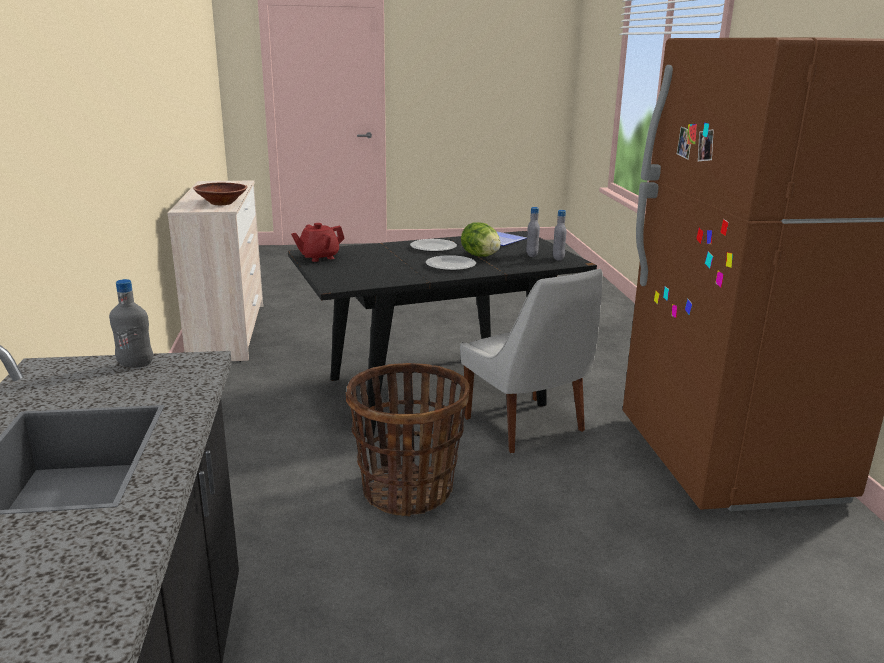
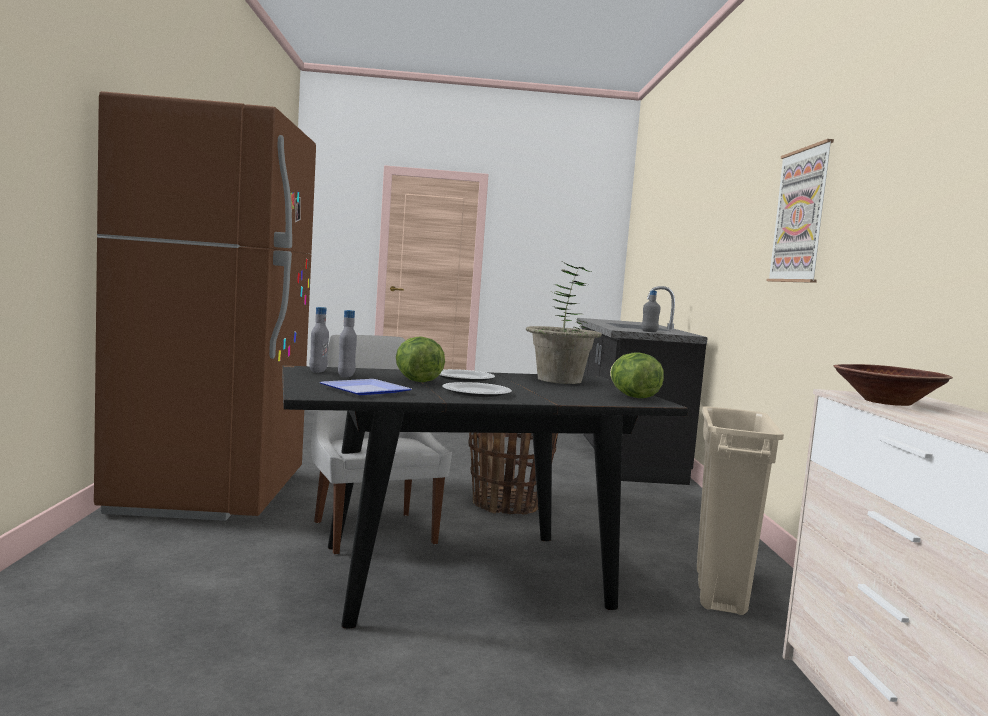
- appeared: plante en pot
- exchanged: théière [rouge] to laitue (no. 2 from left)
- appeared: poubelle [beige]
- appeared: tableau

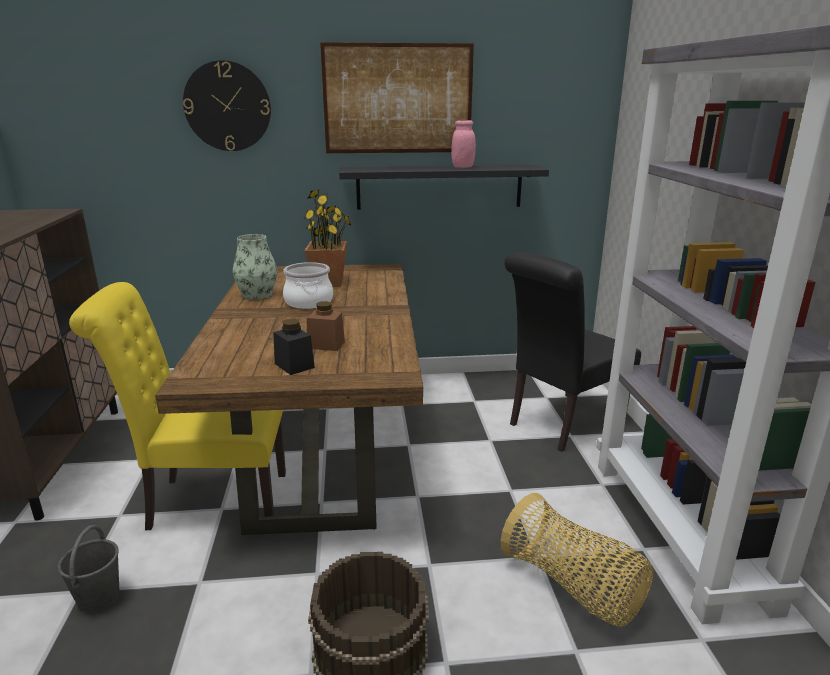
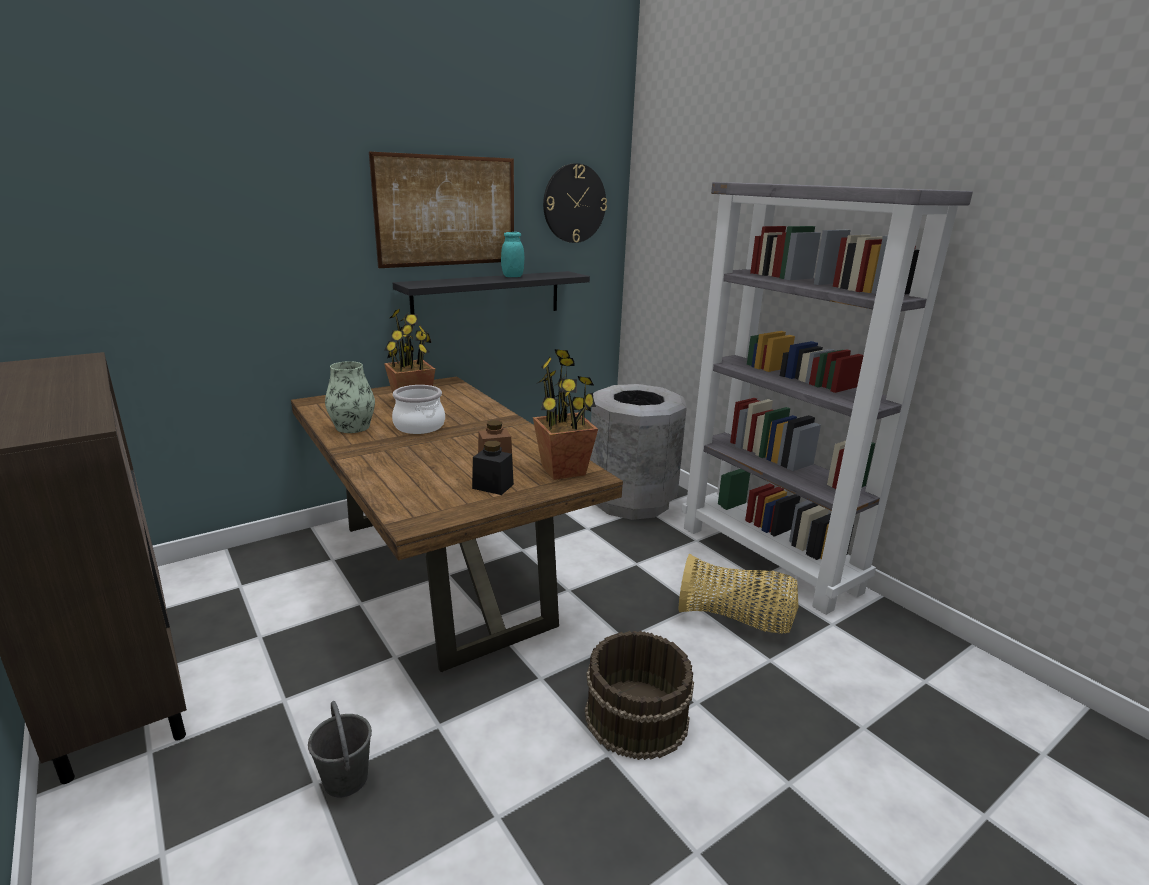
- colour: bocal [rose] to bocal [turquoise]
- appeared: plante en pot (no. 2 from left)
- relocated: horloge murale
- exchanged: chaise [noir] to poubelle [gris]
- missing: chaise [jaune]

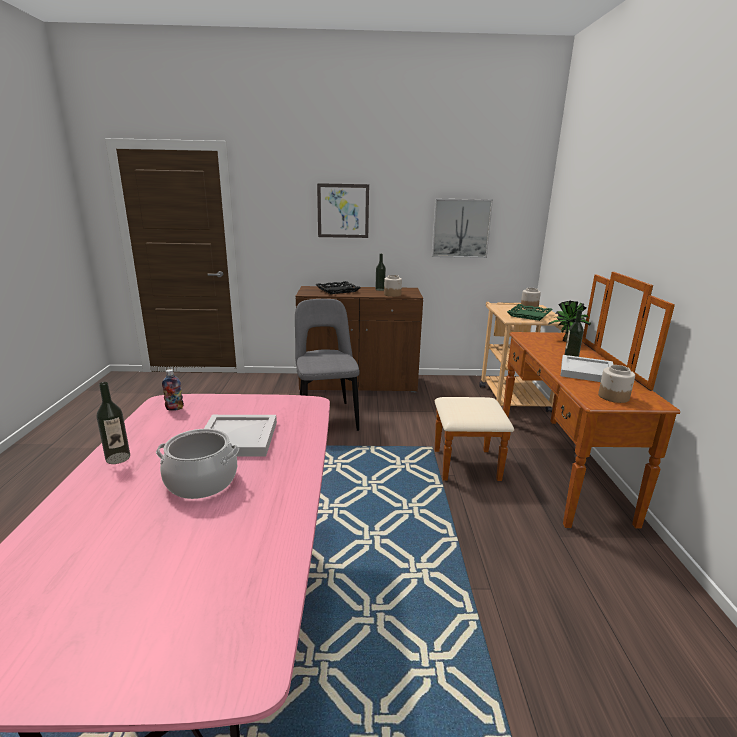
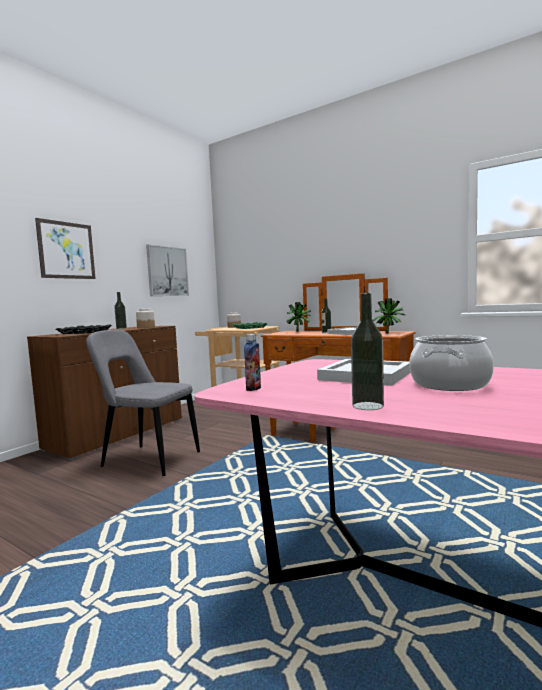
- exchanged: bocal (no. 3 from left) to plante en pot (no. 2 from left)

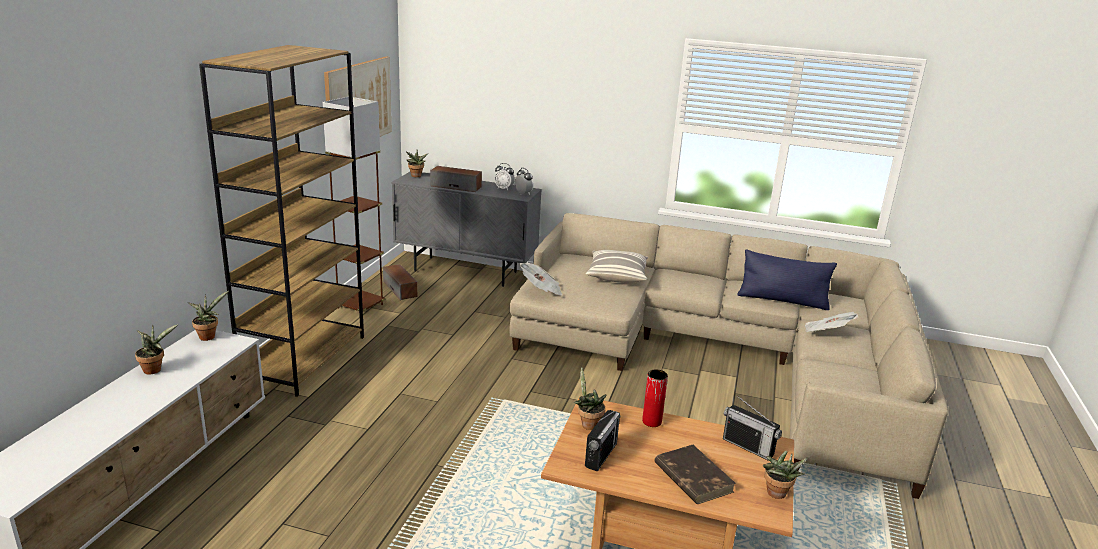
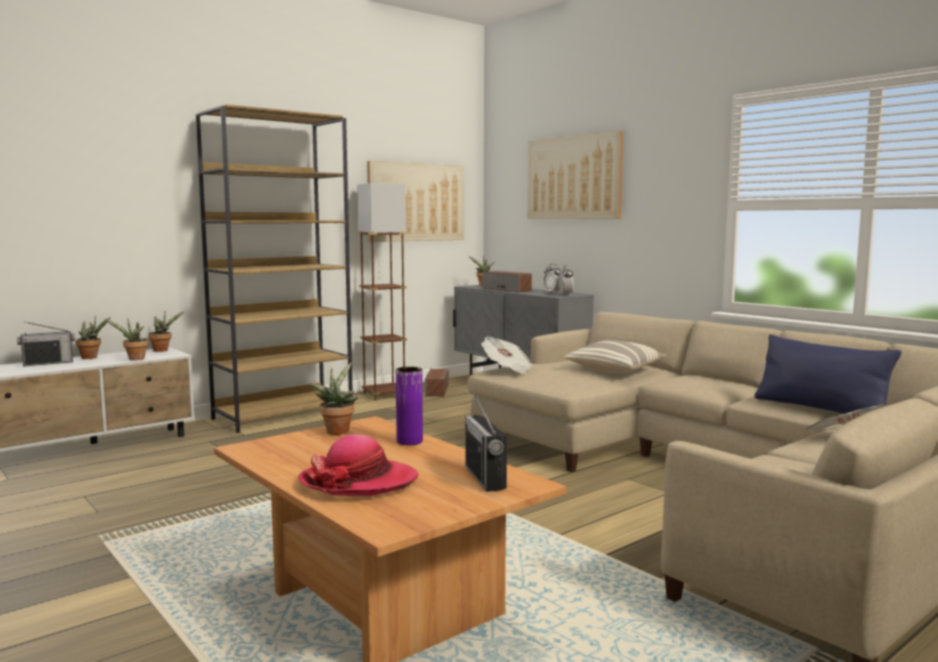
- relocated: radio (no. 1 from left)
- relocated: plante en pot (no. 5 from left in the first image) to plante en pot (no. 2 from left)
- exchanged: livre [marron] to chapeau
- colour: vase [rouge] to vase [violet]
- appeared: tableau (no. 2 from left)

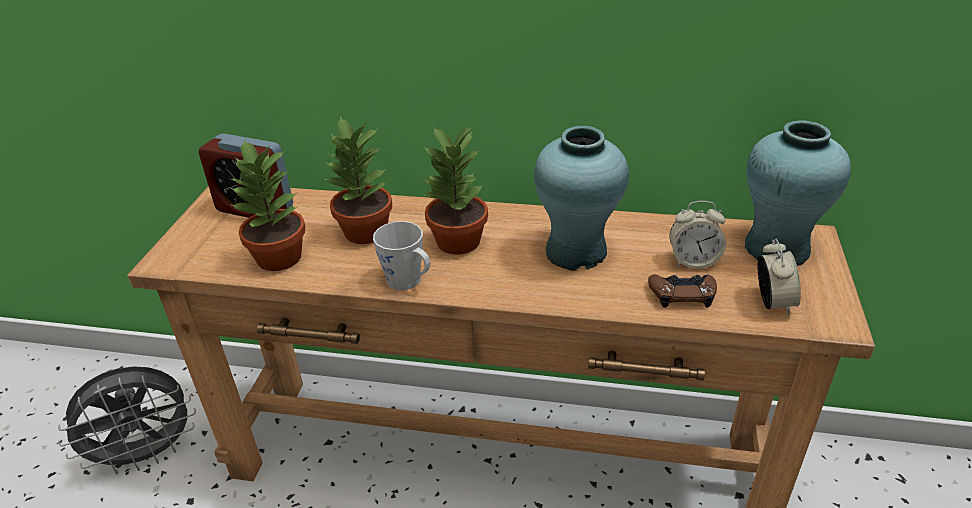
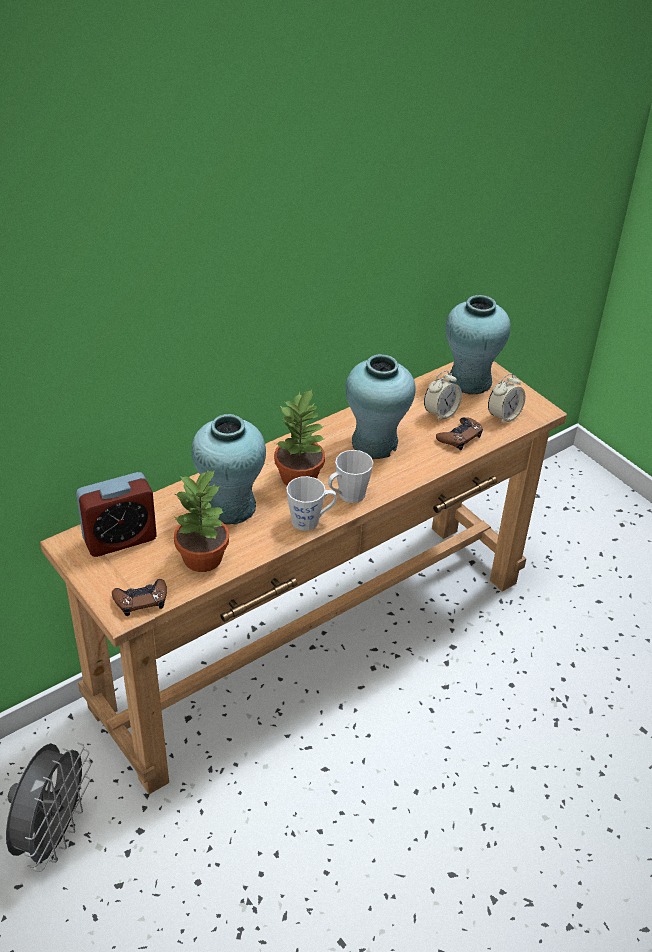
- appeared: manette [marron] (no. 1 from left)
- exchanged: plante en pot (no. 2 from left) to vase [turquoise] (no. 1 from left)
- appeared: mug [gris] (no. 2 from left)
- spun: réveil (no. 3 from left) 90 degrees clockwise

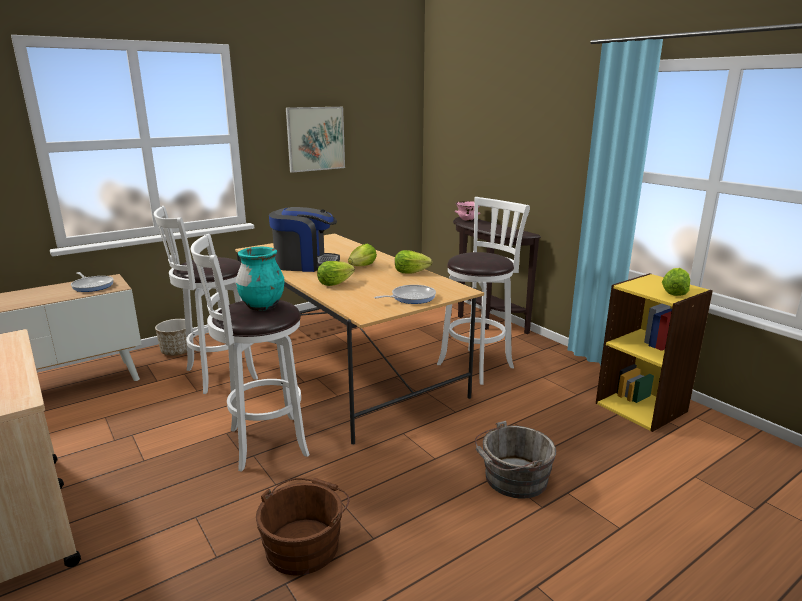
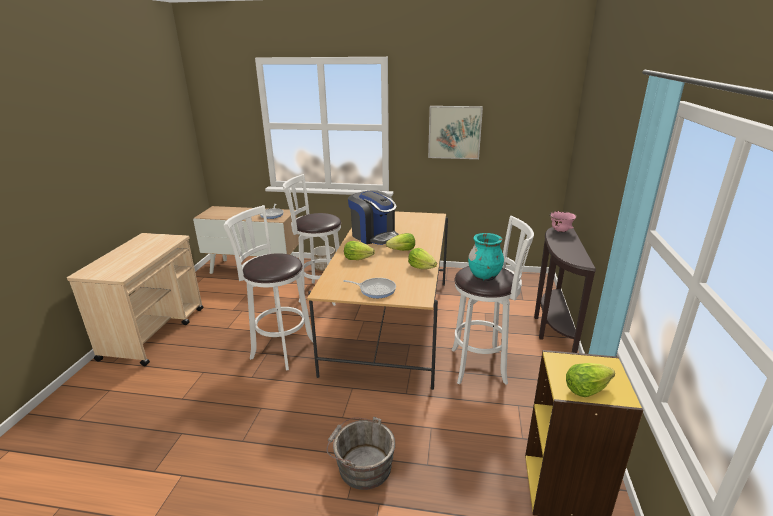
- relocated: vase [turquoise]
- missing: seau [marron]

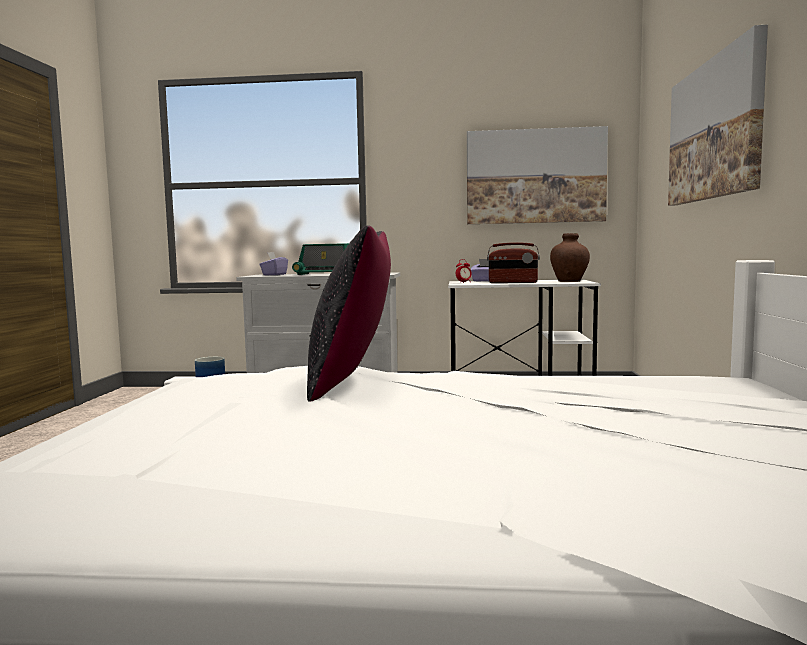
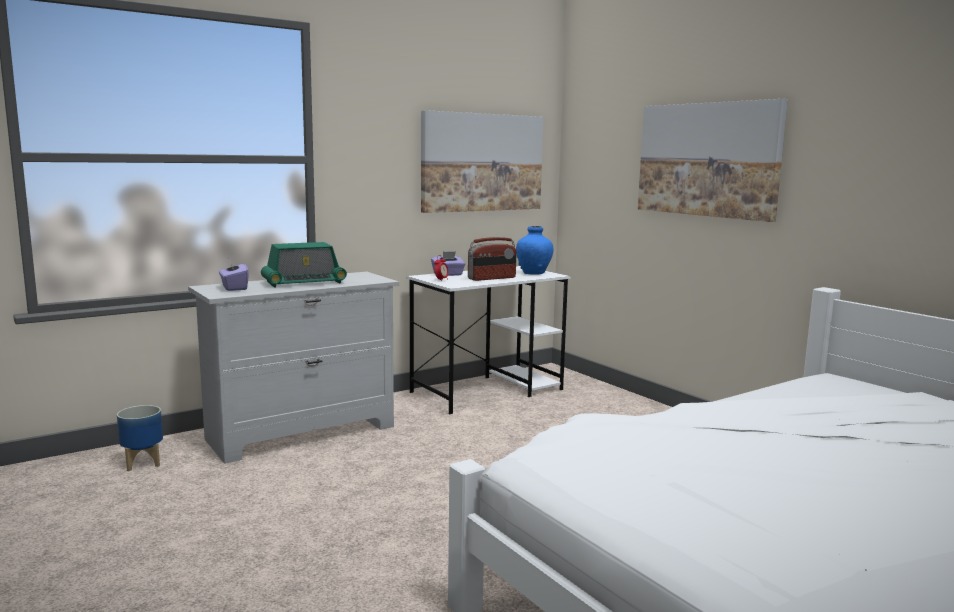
- colour: vase [marron] to vase [bleu]
- missing: coussin [noir]

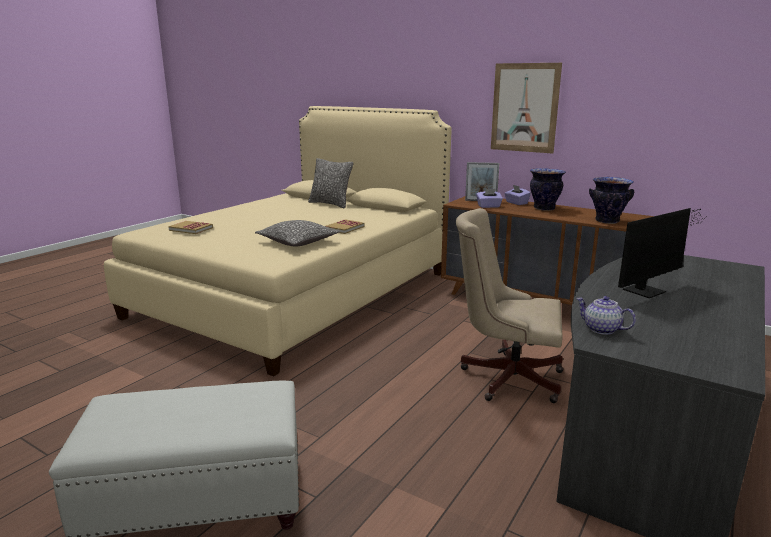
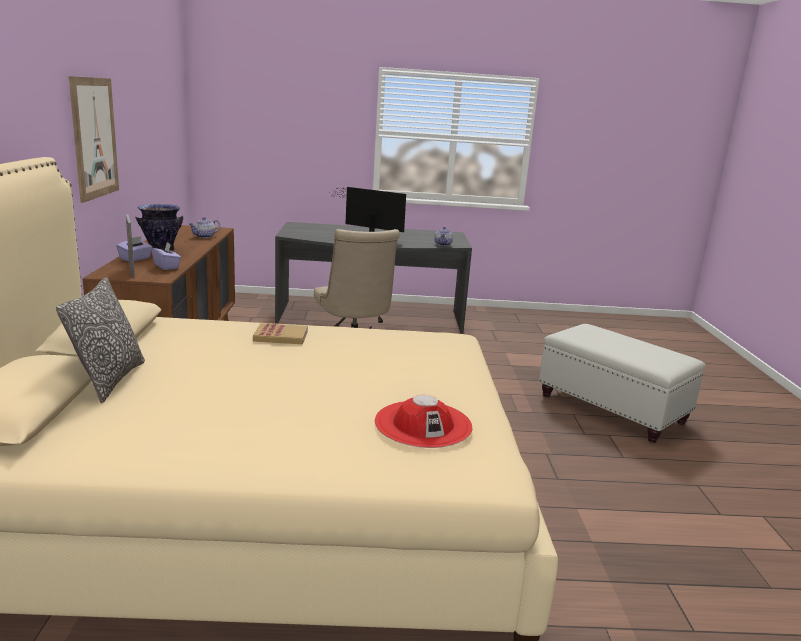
- exchanged: vase (no. 2 from left) to théière (no. 1 from left)
- exchanged: livre (no. 1 from left) to chapeau [rouge]
- missing: coussin (no. 1 from left)

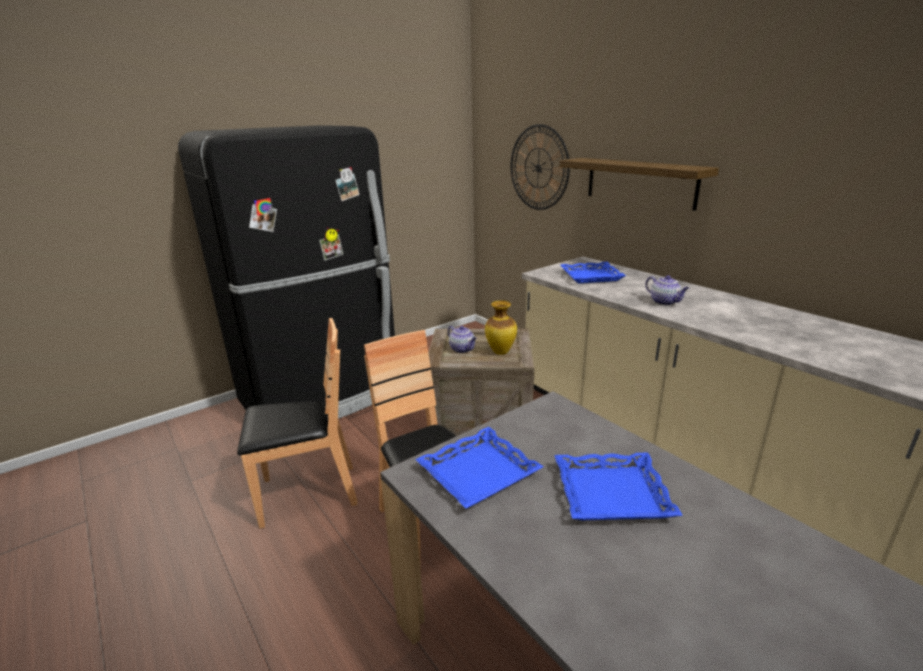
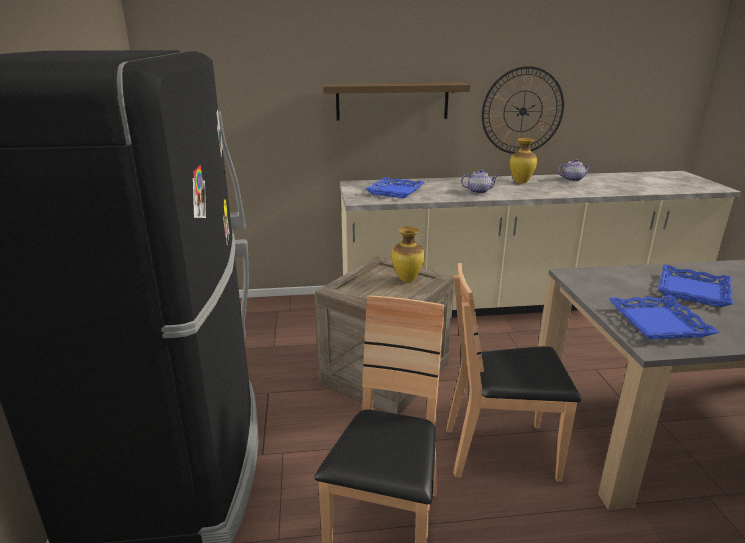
- relocated: horloge murale
- appeared: vase (no. 2 from left)
- relocated: théière (no. 1 from left in the first image) to théière (no. 2 from left)

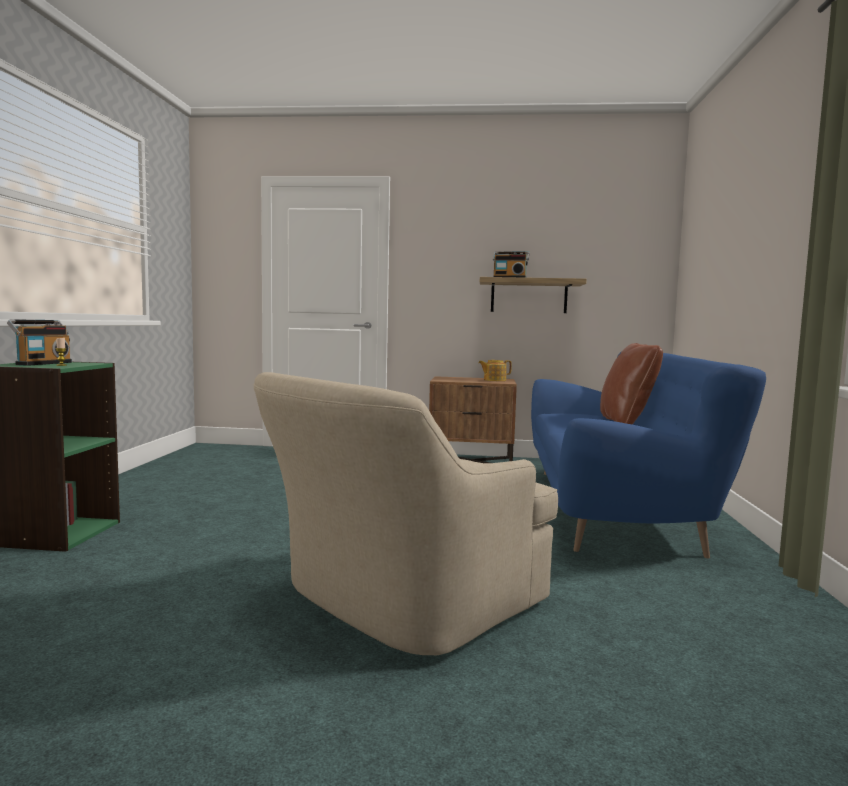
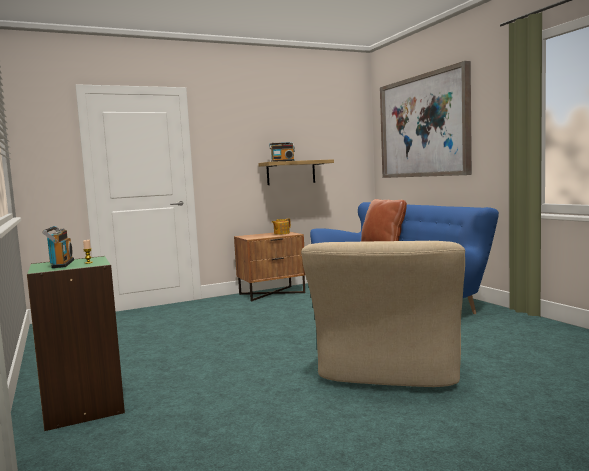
- appeared: tableau

